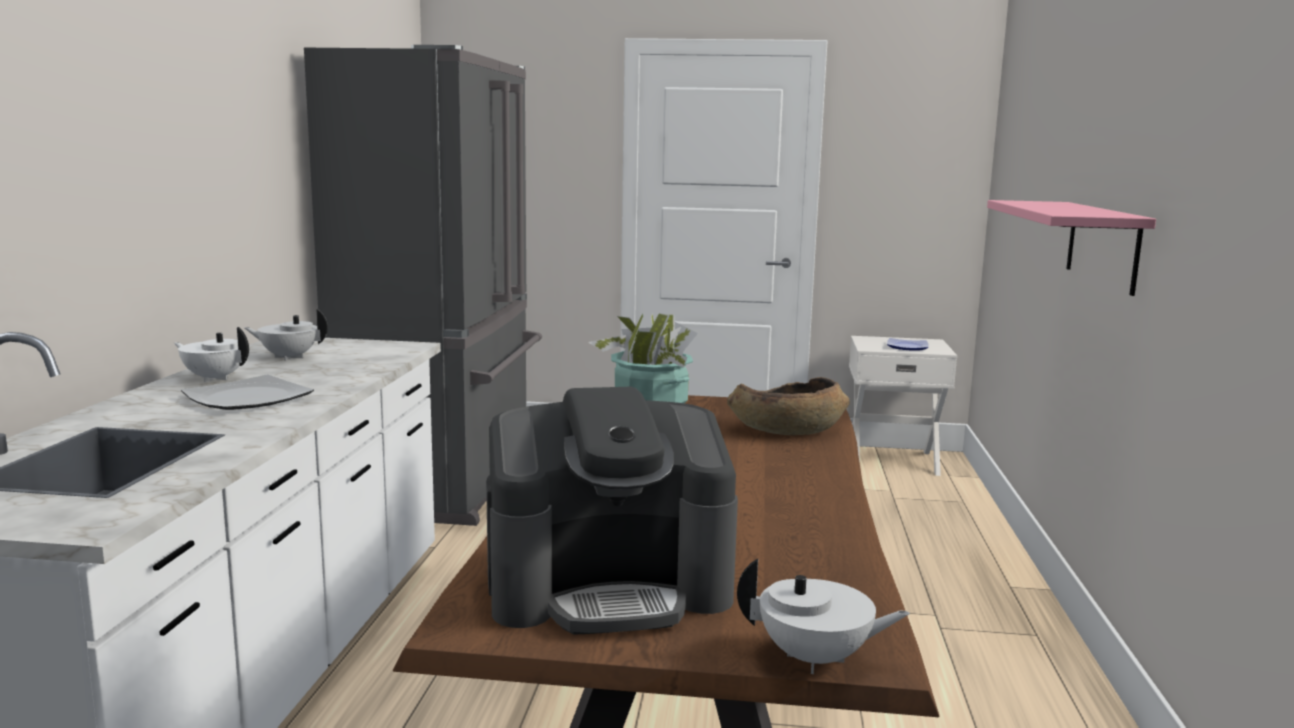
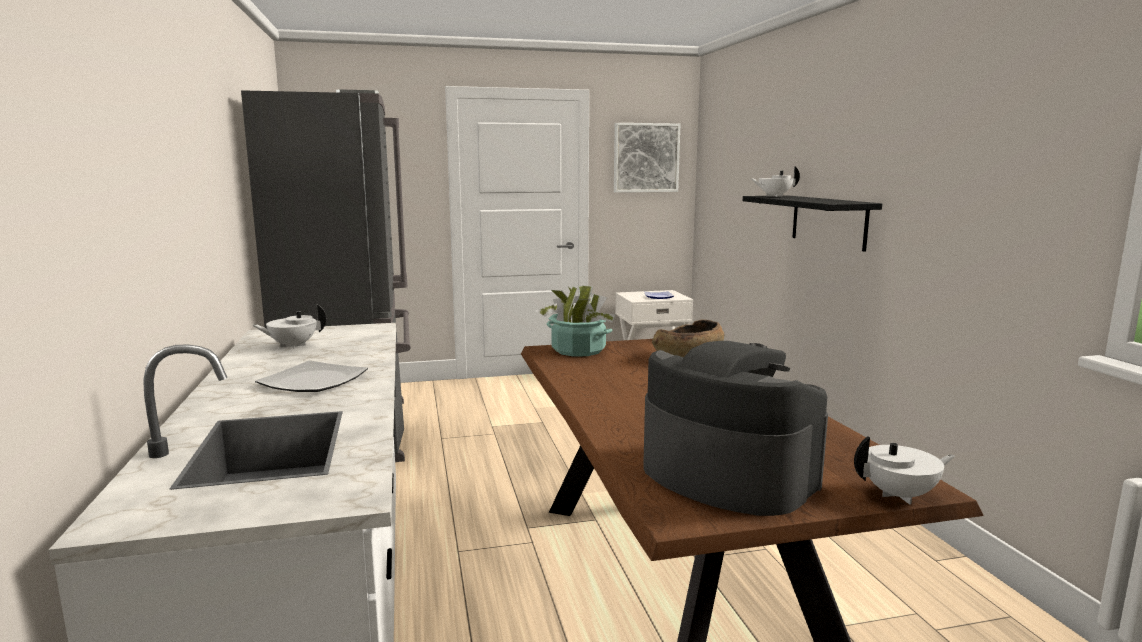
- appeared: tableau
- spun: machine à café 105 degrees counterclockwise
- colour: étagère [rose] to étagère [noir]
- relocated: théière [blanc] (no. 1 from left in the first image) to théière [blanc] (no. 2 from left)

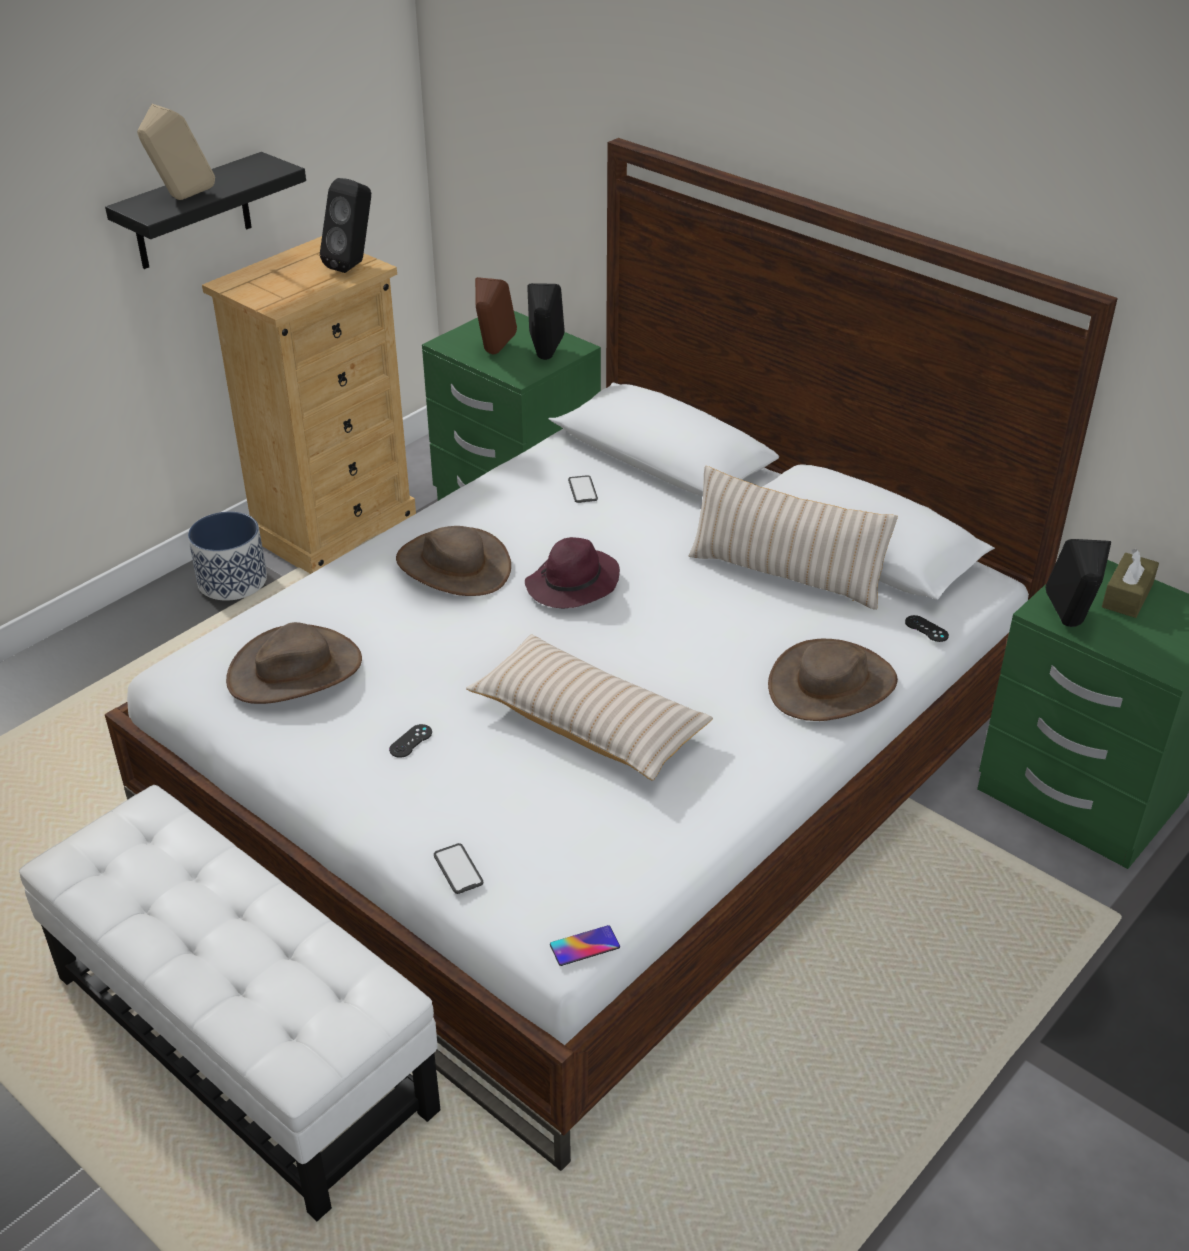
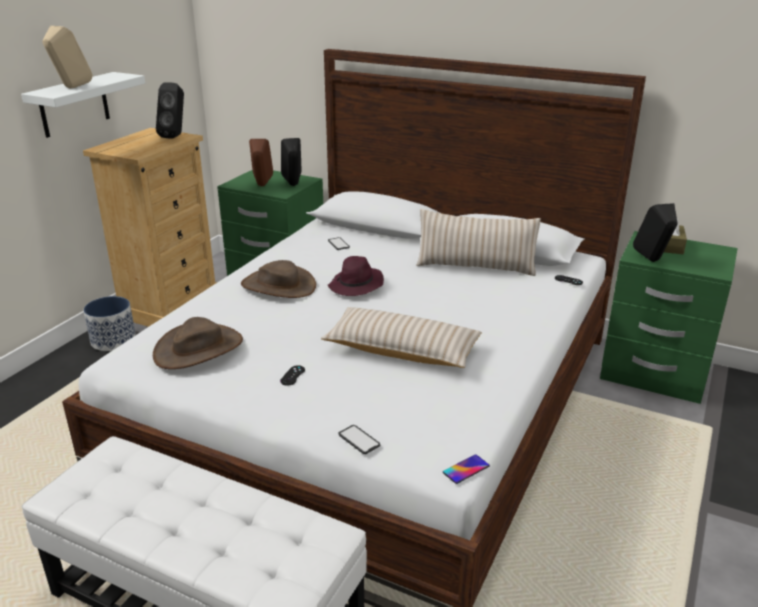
- colour: étagère [noir] to étagère [blanc]
- missing: chapeau [marron] (no. 3 from left)

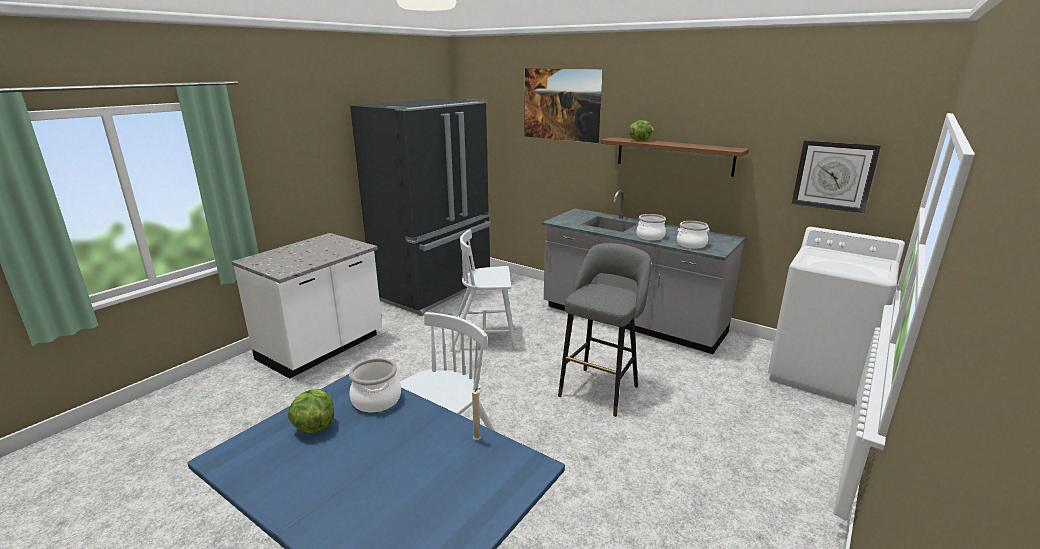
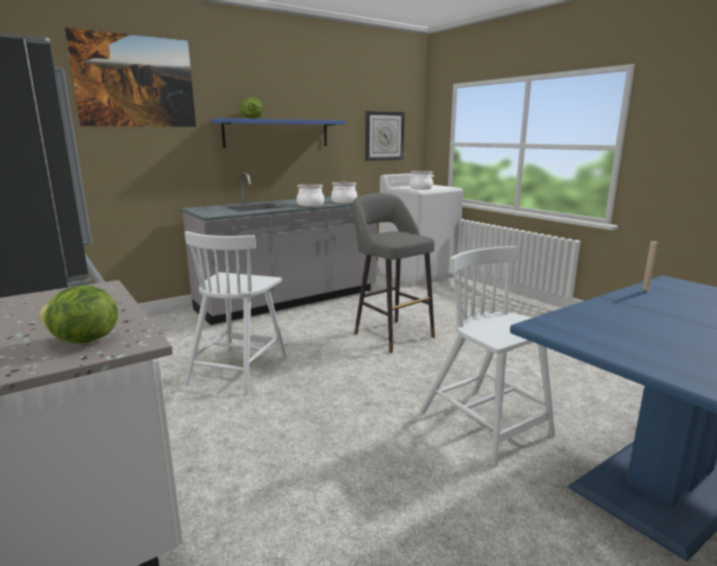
- relocated: laitue (no. 1 from left)
- colour: étagère [marron] to étagère [bleu]
- relocated: marmite (no. 1 from left in the first image) to marmite (no. 3 from left)

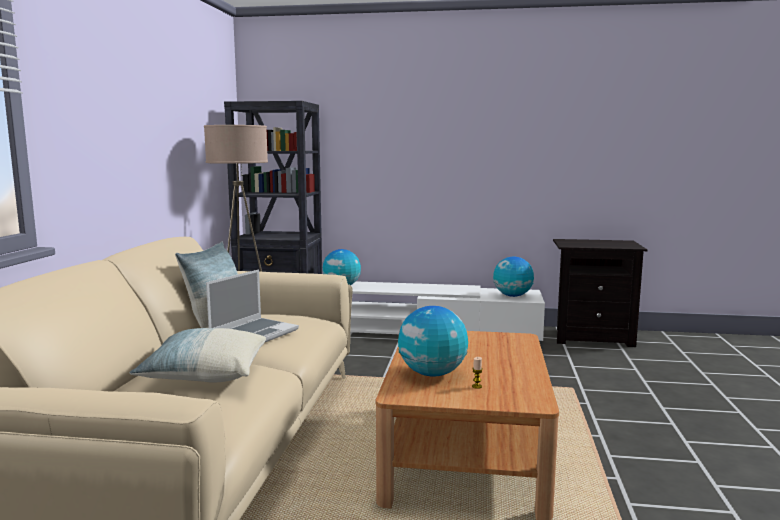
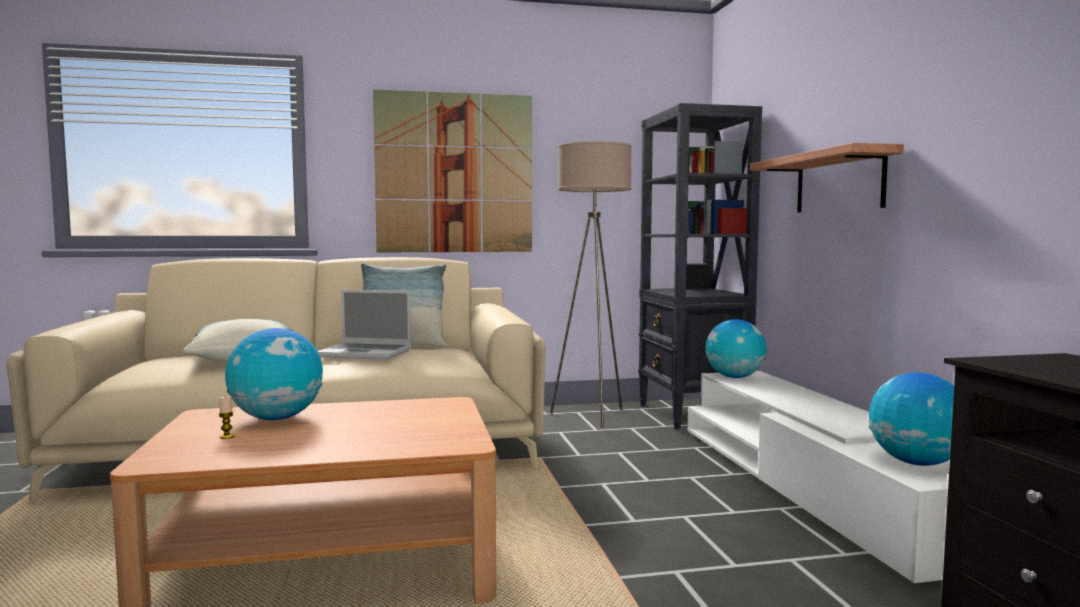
- appeared: tableau
- appeared: étagère

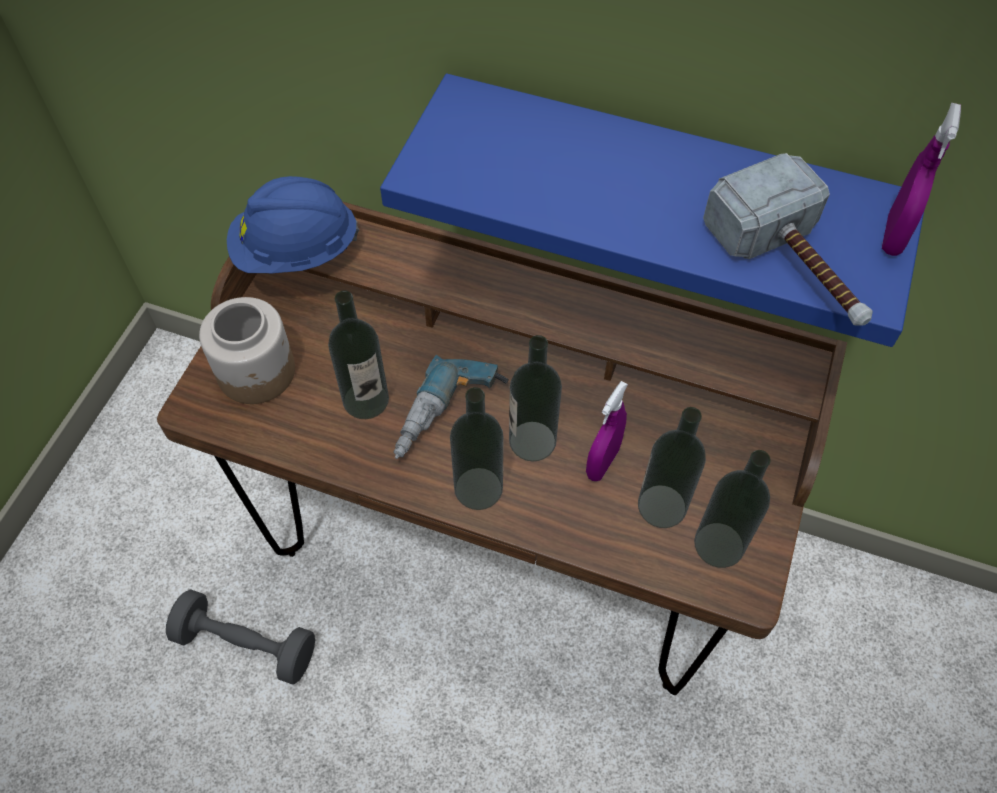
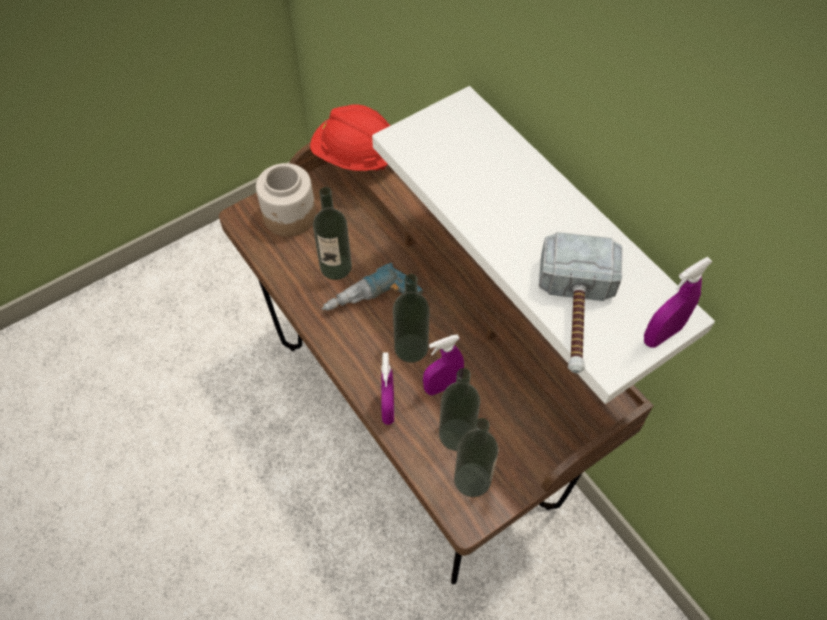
- colour: casque de chantier [bleu] to casque de chantier [rouge]
- colour: étagère [bleu] to étagère [blanc]
- appeared: vaporisateur [violet] (no. 1 from left)
- missing: haltère [gris]
- missing: bouteille (no. 2 from left)

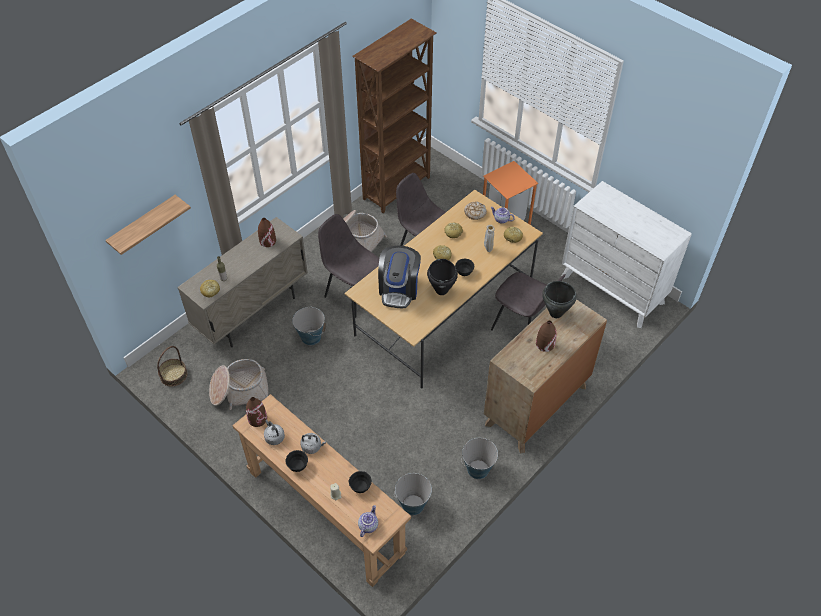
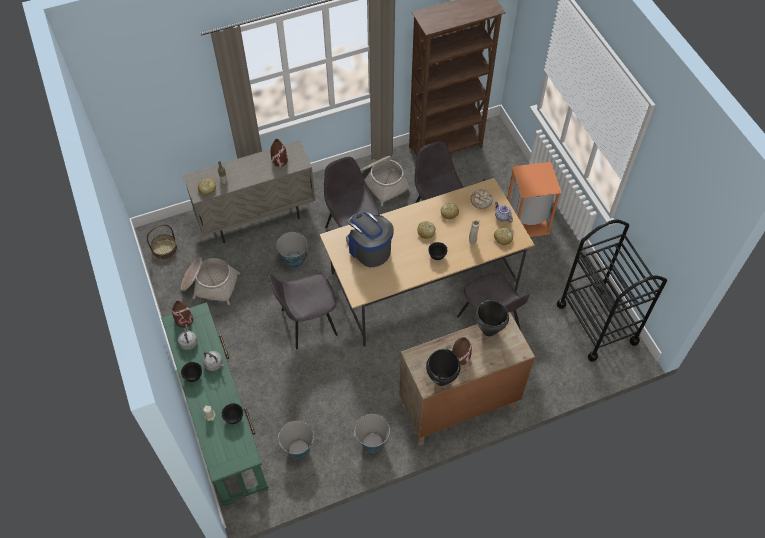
- colour: table console [marron] to table console [vert]
- appeared: chaise [gris] (no. 1 from left)
- spun: machine à café 105 degrees clockwise
- relocated: marmite [noir] (no. 1 from left)
- exchanged: commode [blanc] to chariot [noir]
- missing: étagère
- missing: théière (no. 1 from left)

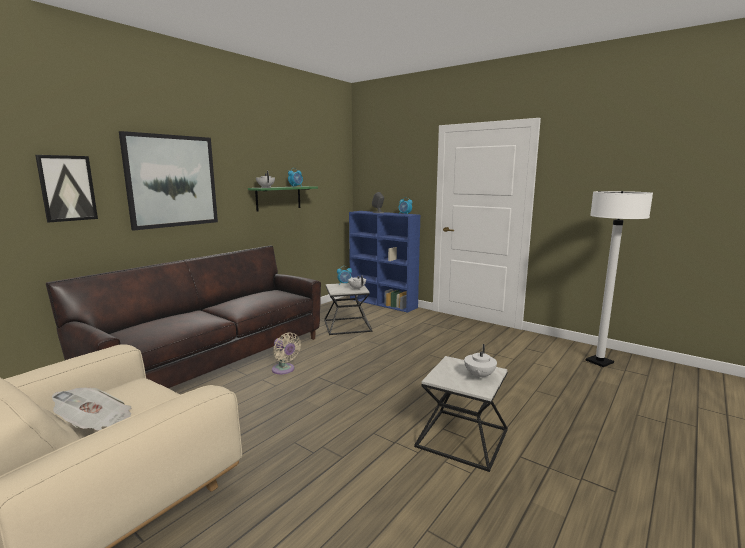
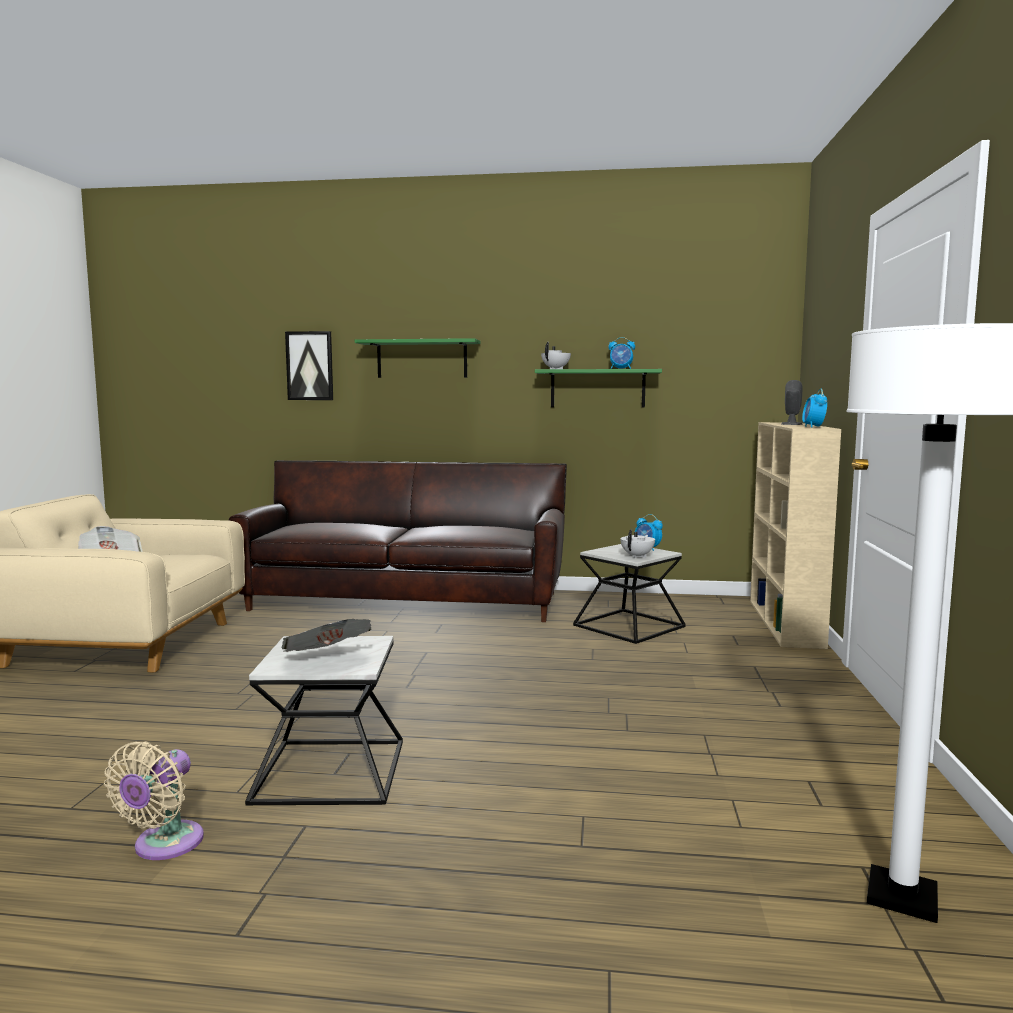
- relocated: ventilateur [beige]
- exchanged: théière [blanc] (no. 3 from left) to journal (no. 2 from left)
- exchanged: tableau (no. 2 from left) to étagère [vert] (no. 1 from left)
- colour: bibliothèque [bleu] to bibliothèque [beige]

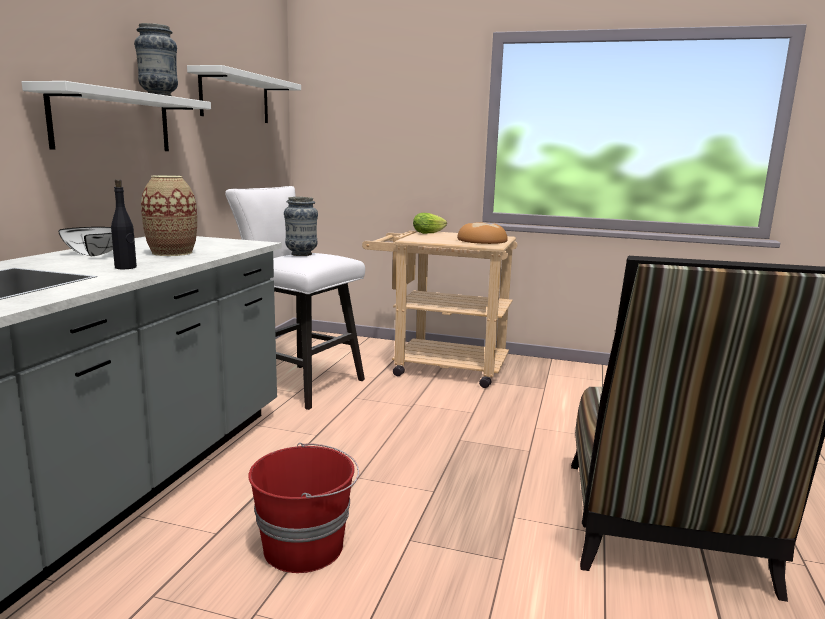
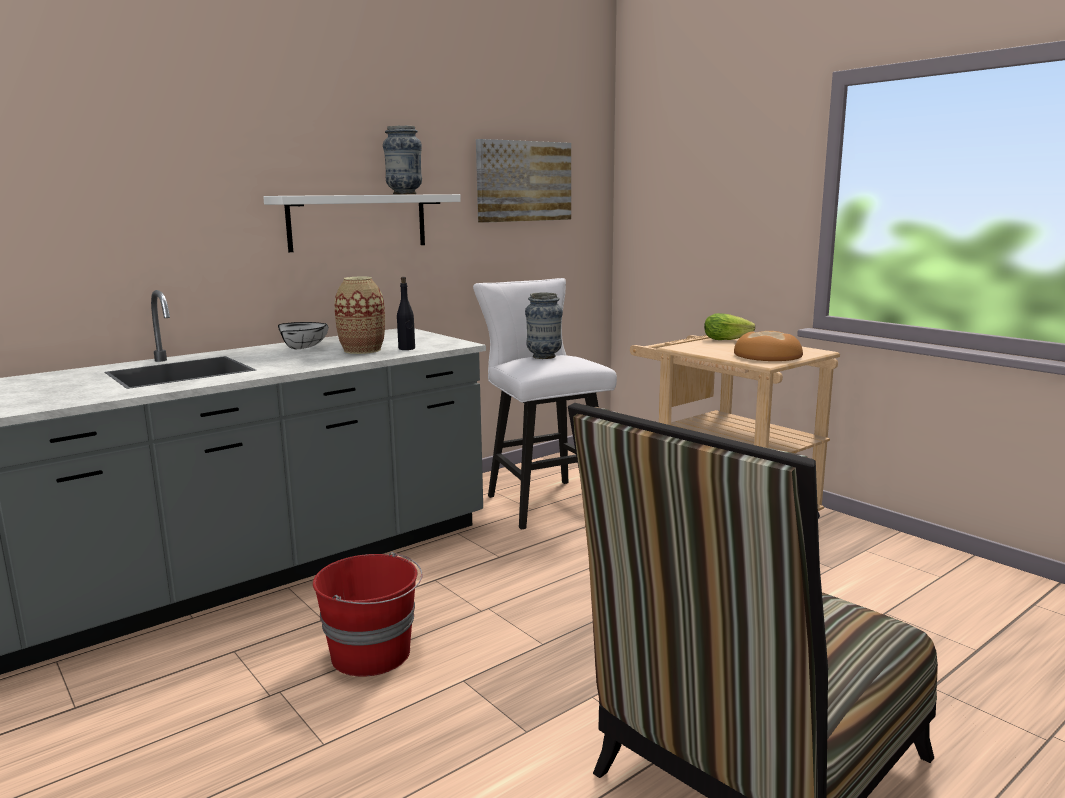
- relocated: bouteille [noir]
- exchanged: étagère [blanc] (no. 2 from left) to tableau

